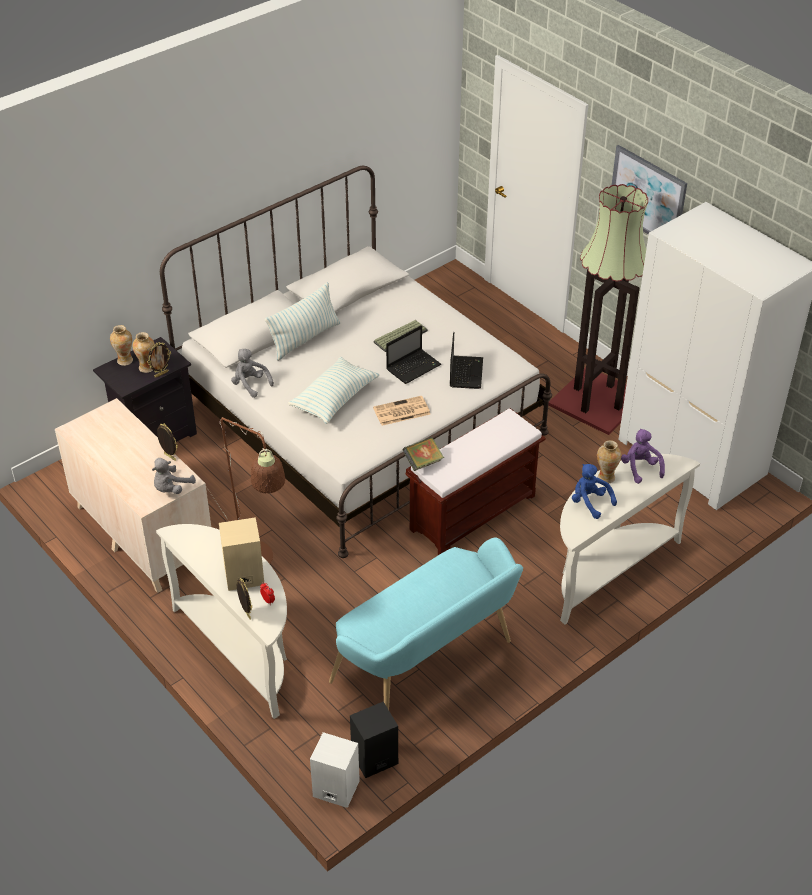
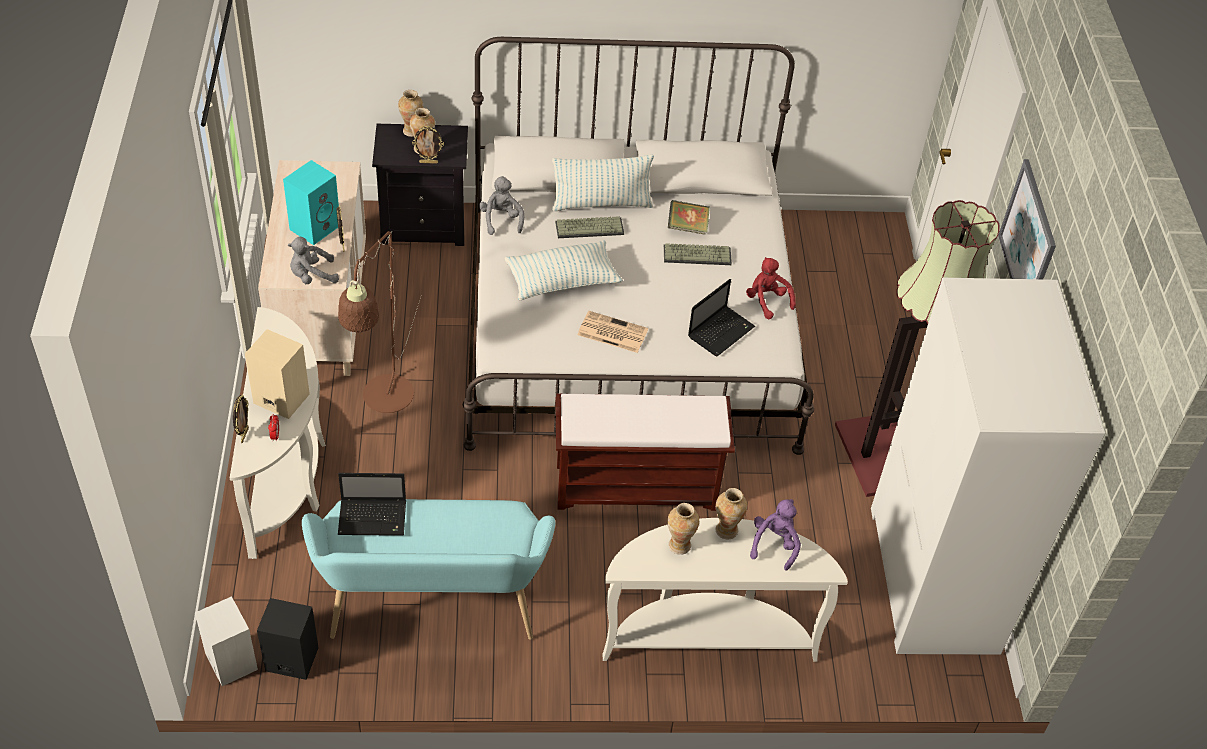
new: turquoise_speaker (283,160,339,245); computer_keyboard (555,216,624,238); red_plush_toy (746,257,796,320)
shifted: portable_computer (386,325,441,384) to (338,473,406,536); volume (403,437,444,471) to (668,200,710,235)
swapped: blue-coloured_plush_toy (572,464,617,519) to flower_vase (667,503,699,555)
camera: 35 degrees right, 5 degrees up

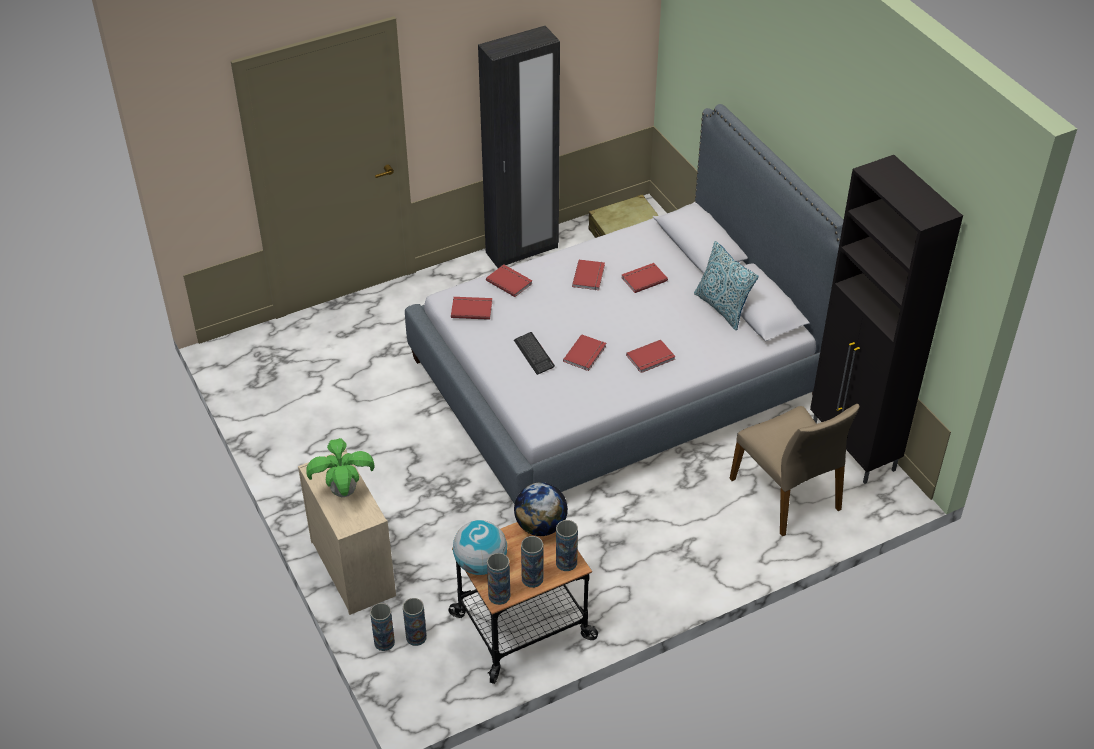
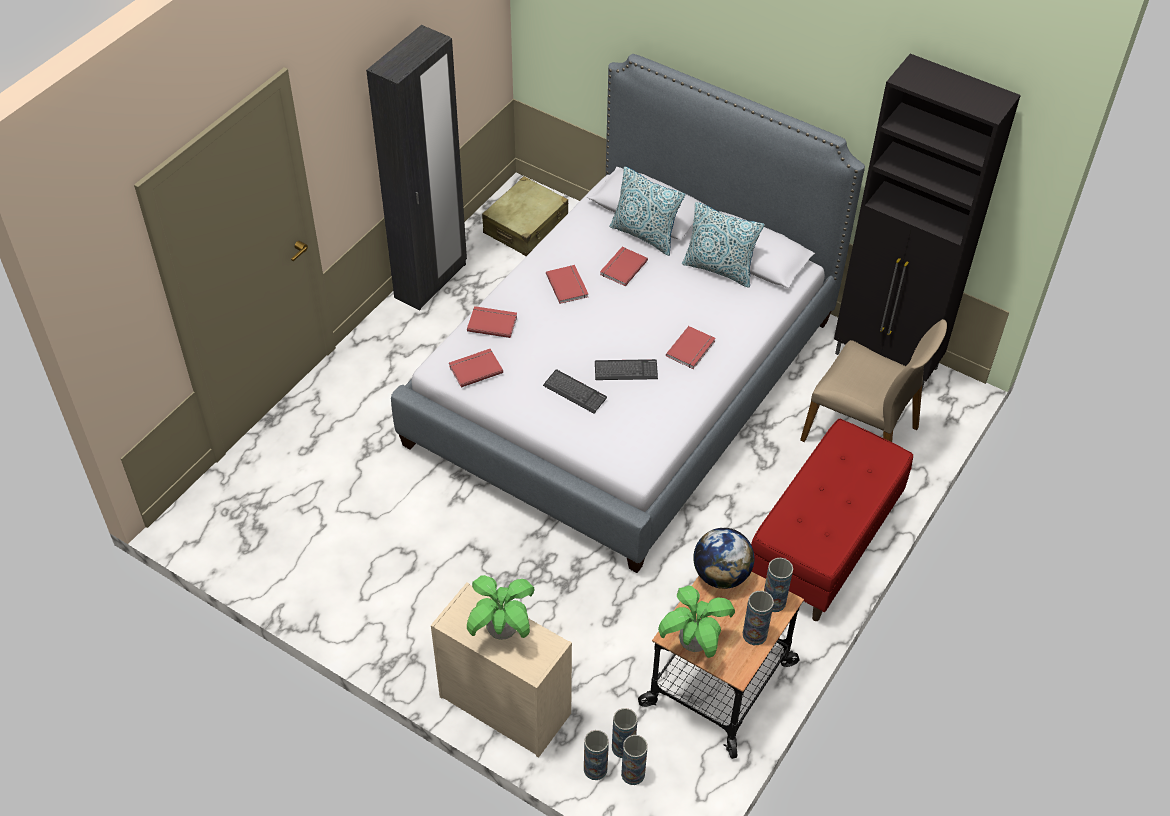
new: cushion (609,166,685,256); red_indoor_bench (751,419,913,621)
shifted: flower_vase (487,553,510,605) to (621,735,648,785)
swapped: red_volume (563,334,606,371) to computer_keyboard (595,359,658,380); world_globe (453,520,507,575) to plant_in_a_pot (658,585,735,658)
camera: 30 degrees left, 5 degrees up

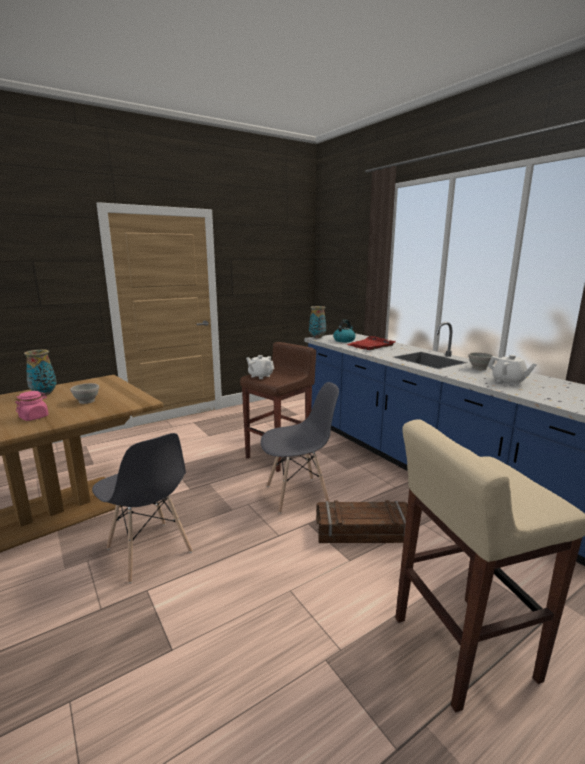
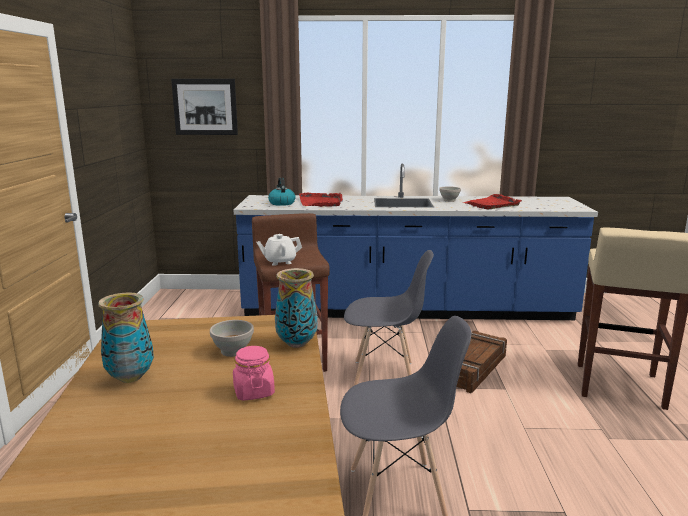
new: wall_art (171,79,238,135)
shifted: flower_vase (309,306,326,338) to (275,268,318,348)
swapped: white-coloured_pot_for_tea (488,355,537,386) to red_tray (463,194,522,209)
rotated: gray_plain_chair (261,382,339,514) = (344,250,434,385) 75 degrees clockwise
camera: 55 degrees left, 0 degrees up

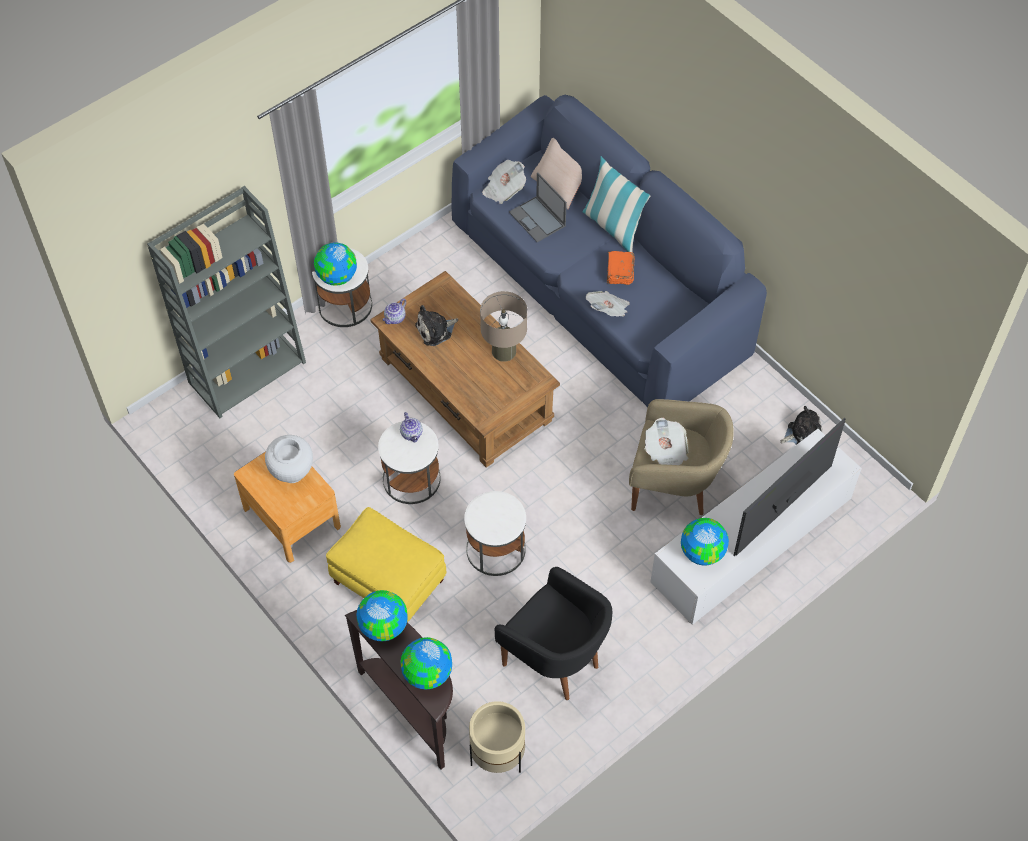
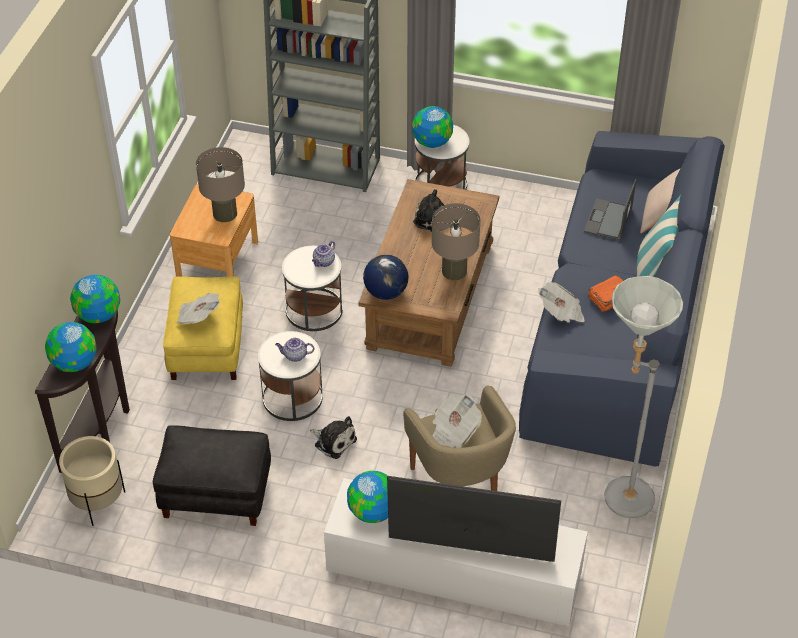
new: world_globe (363,254,409,300); gray_standard_lamp (604,276,683,518)
shifted: newspaper (482,160,526,204) to (176,293,220,324); pot_for_tea (382,298,406,324) to (275,338,314,362); plush_toy (780,406,823,445) to (310,416,357,459)
swapped: white-coloured_flower_vase (265,435,313,483) to beige-coloured_tabletop_lamp (196,147,245,222); black_easy_chair (494,567,612,700) to black_ottoman (153,425,271,526)
camera: 55 degrees right, 10 degrees down

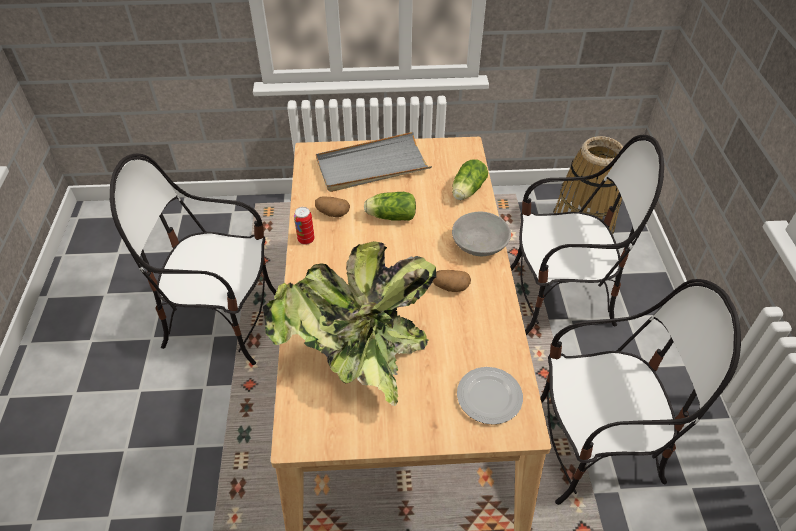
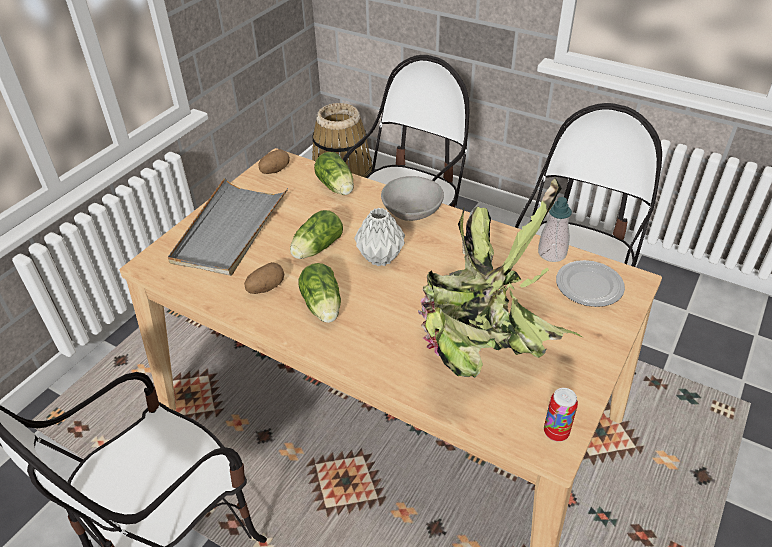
new: liquid_soap_bottle (538,197,572,262); gray_flower_vase (354,207,405,266); head_of_lettuce (298,263,341,323)
shifted: metal_can (294,207,315,245) to (544,388,578,442); spud (433,270,471,292) to (258,149,290,174)
camera: 55 degrees left, 5 degrees down

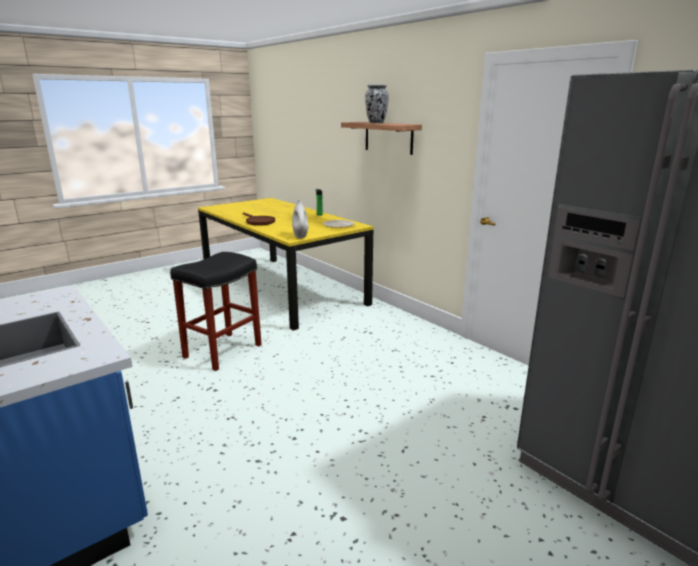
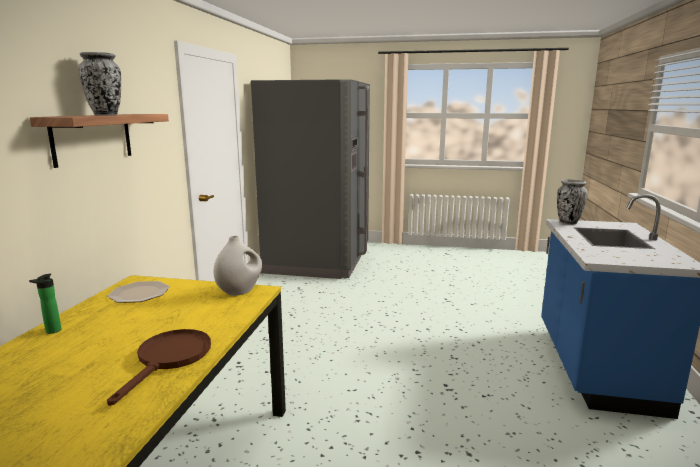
gone: black_stool_seat (170,252,262,371)
new: flower_vase (557,179,587,224)
camera: 130 degrees left, 5 degrees down

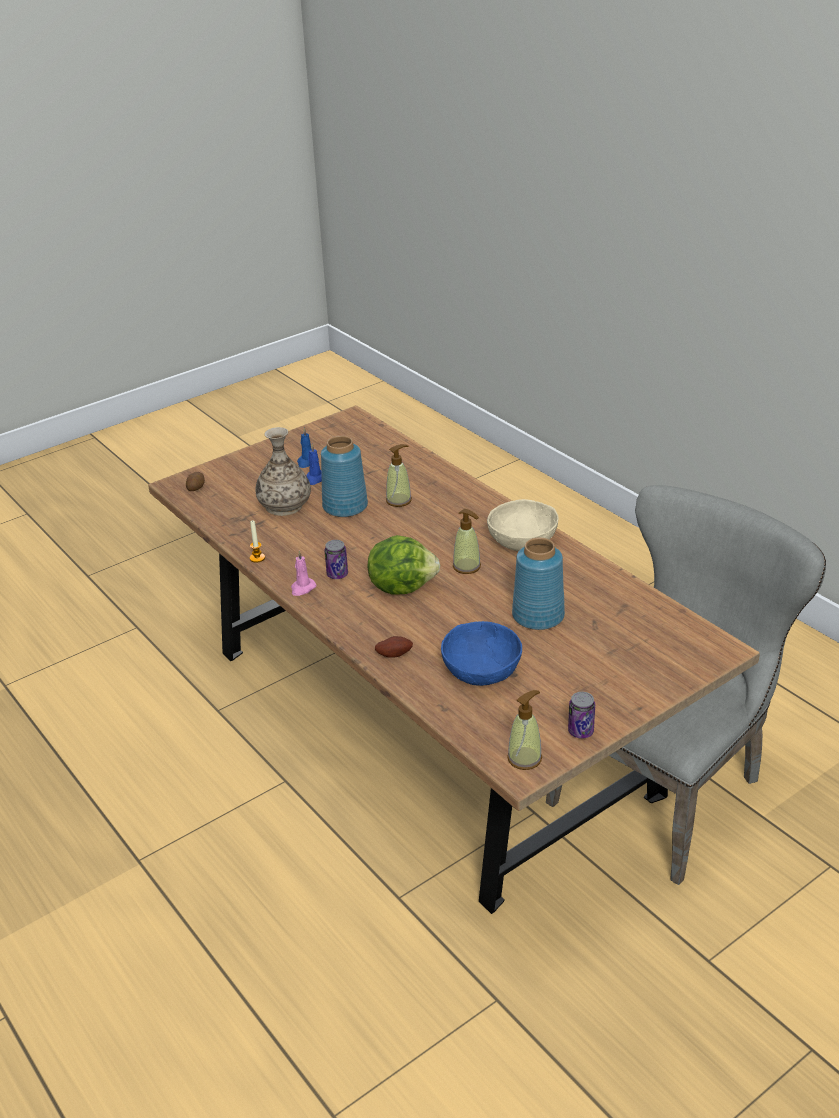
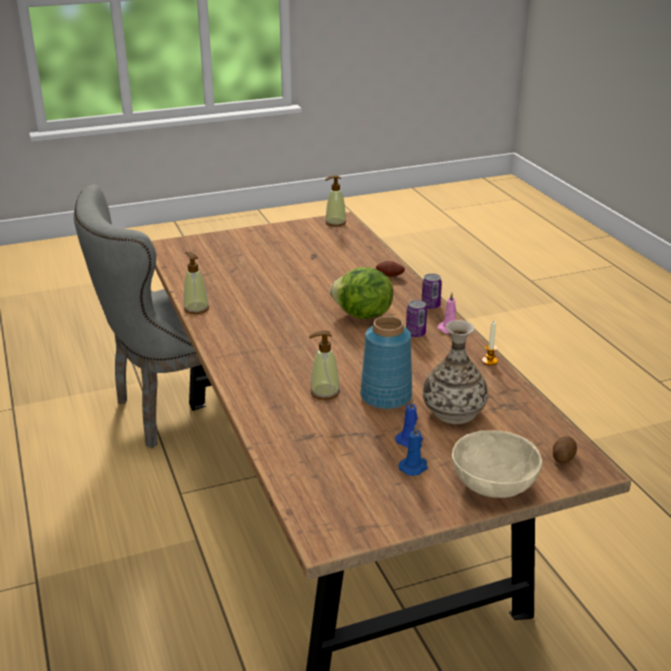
gone: blue-coloured_flower_vase (512,537,565,630); blue-coloured_deep_dish (441,621,522,686)
shifted: beige-coloured_deep_dish (487,499,559,551) to (452,430,542,498); liquid_soap_bottle (453,509,481,574) to (184,252,209,314); metal_can (568,692,595,738) to (422,273,442,309)
camera: 165 degrees left, 5 degrees down

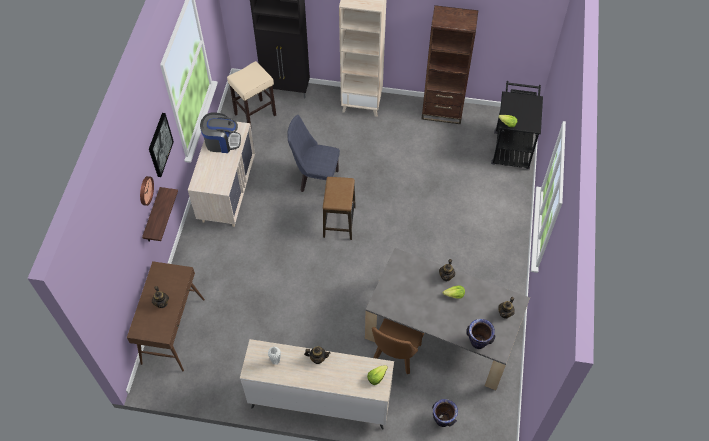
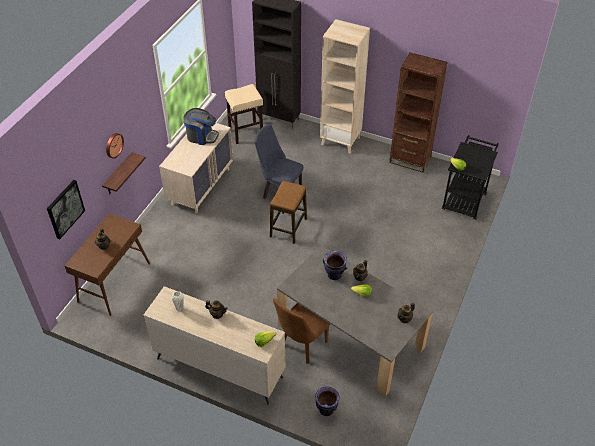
shifted: wall_art (149,113,174,177) to (47,180,85,239); flower_vase (466,319,496,349) to (323,251,347,280)
camera: 15 degrees right, 10 degrees down

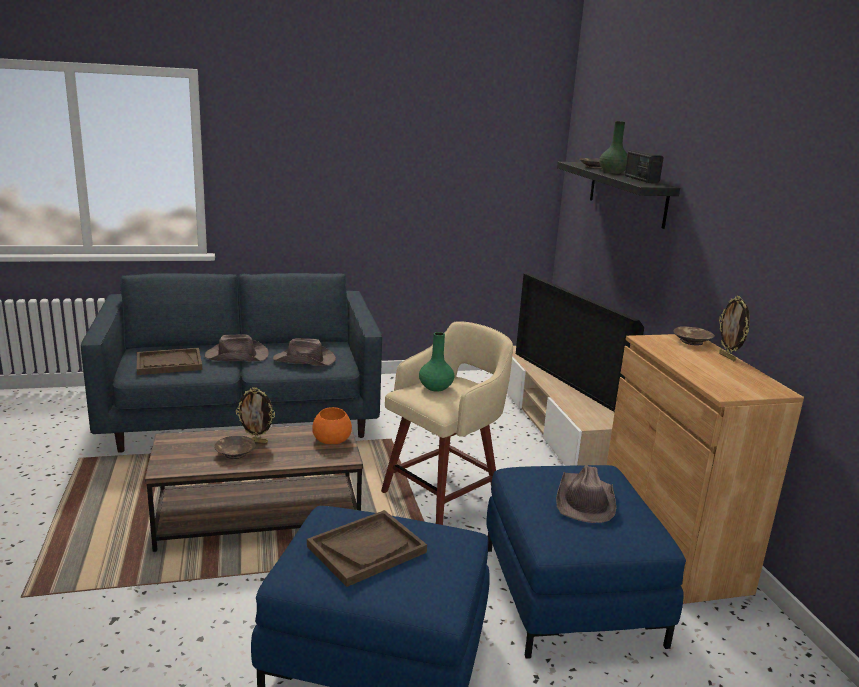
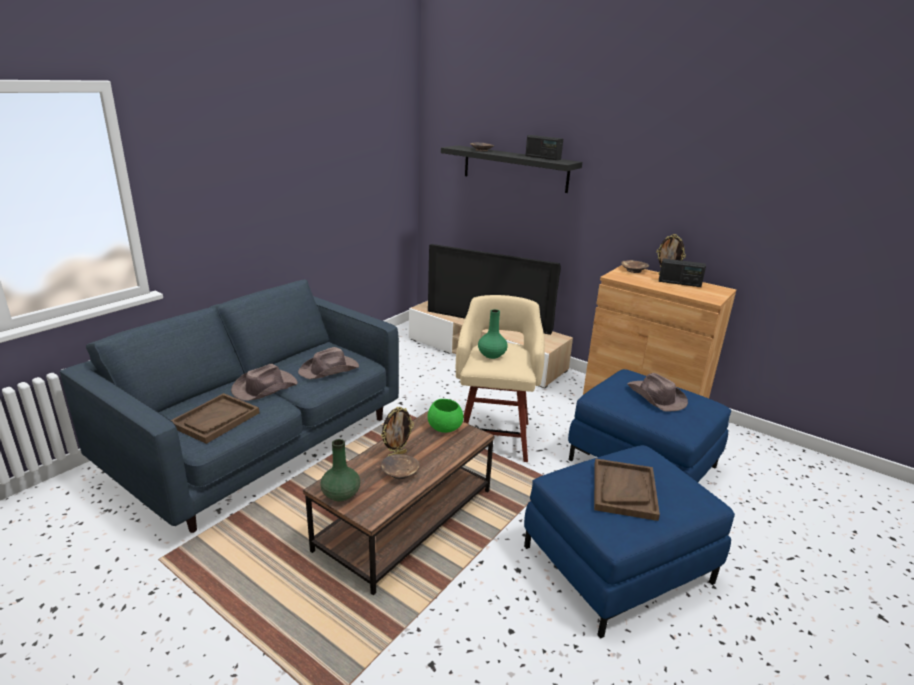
new: radio_set (659,258,706,287)
shifted: green_flower_vase (599,121,628,174) to (320,439,360,502)
repainted: orange_deep_dish (312,407,352,444) to green_deep_dish (428,399,463,433)
camera: 40 degrees left, 5 degrees up

